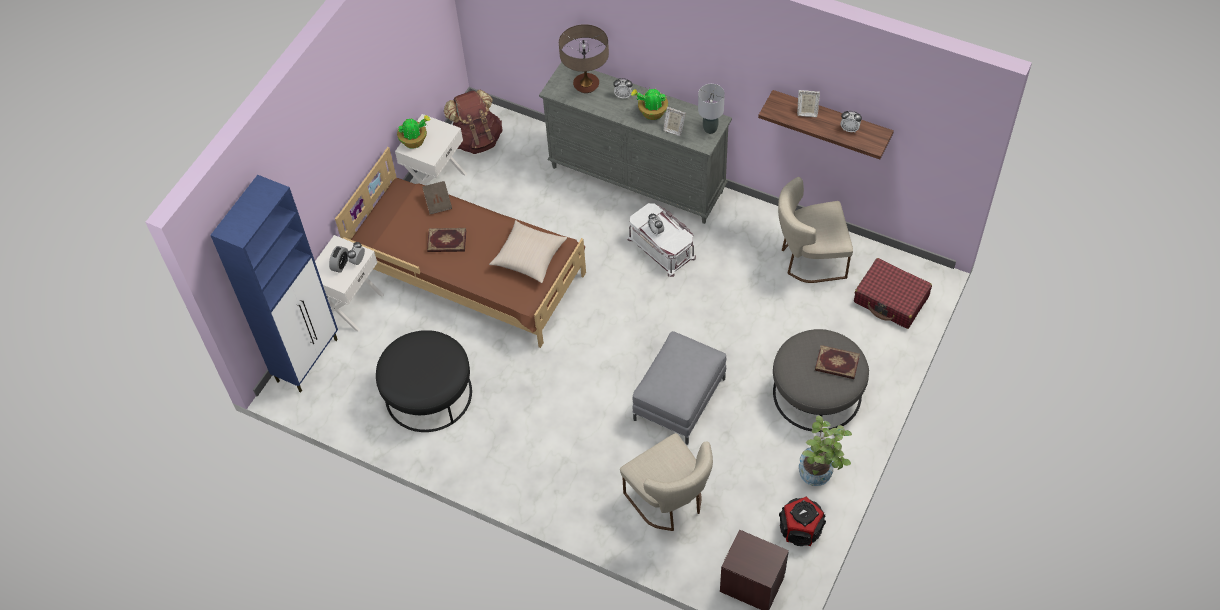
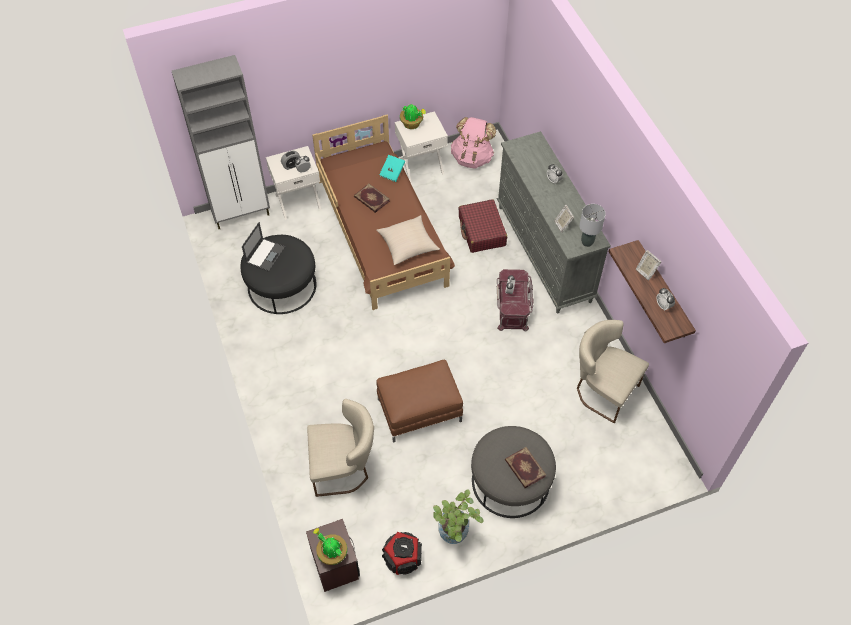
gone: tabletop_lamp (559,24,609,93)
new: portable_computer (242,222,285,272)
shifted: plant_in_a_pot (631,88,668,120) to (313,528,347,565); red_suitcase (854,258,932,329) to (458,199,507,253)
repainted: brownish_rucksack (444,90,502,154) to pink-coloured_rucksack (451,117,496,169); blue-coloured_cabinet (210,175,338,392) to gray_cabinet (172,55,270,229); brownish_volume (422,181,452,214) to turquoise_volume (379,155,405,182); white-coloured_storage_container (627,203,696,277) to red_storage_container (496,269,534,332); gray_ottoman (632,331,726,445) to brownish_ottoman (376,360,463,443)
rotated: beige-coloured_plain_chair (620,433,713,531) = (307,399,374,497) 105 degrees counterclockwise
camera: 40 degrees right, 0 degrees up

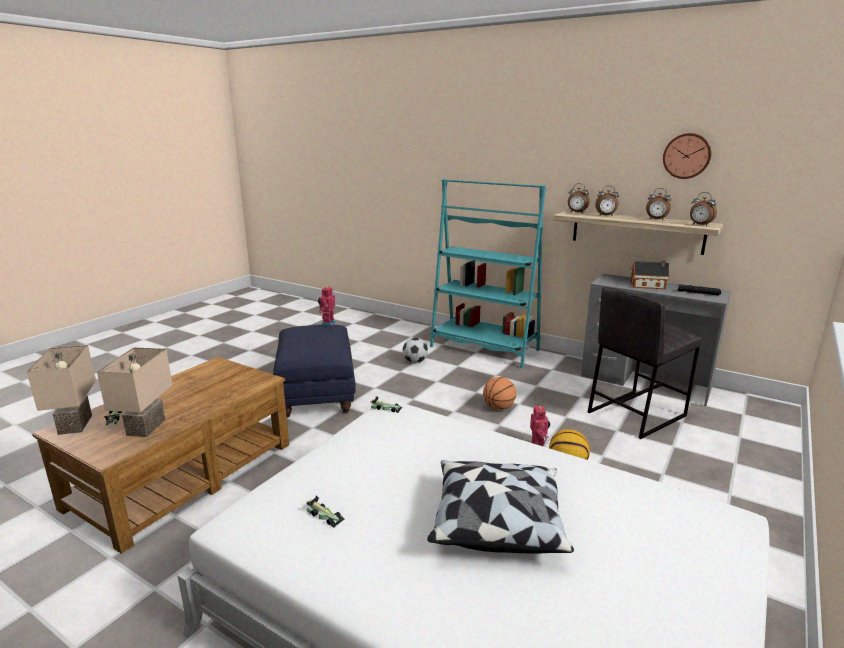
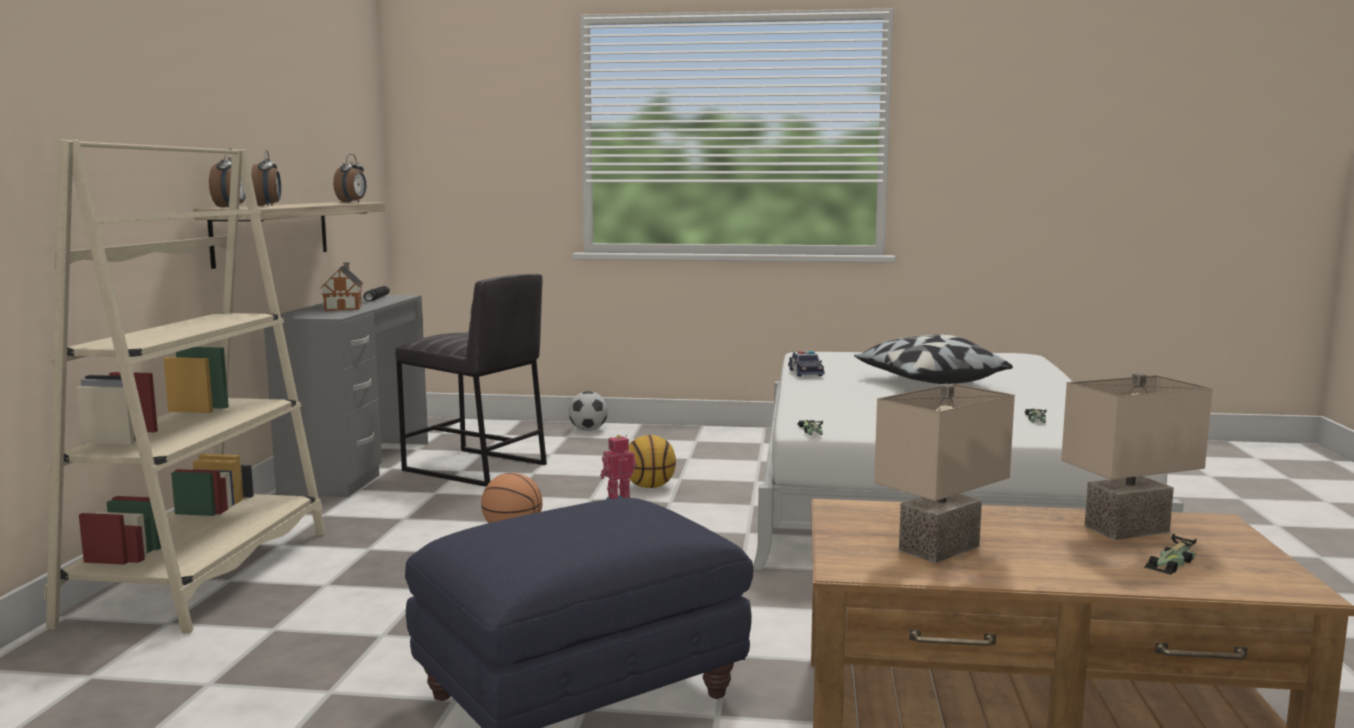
gone: wall_clock (663,133,711,179); table_clock (646,188,671,220); model_robot (318,286,336,326)
new: model_car (788,351,825,377)
shifted: football (403,338,428,363) to (568,391,608,431); beige-coloured_tabletop_lamp (27,345,96,435) to (874,383,1015,563)
repainted: turquoise_shelving_unit (430,179,546,368) to beige-coloured_shelving_unit (44,139,326,634)
camera: 115 degrees left, 10 degrees down

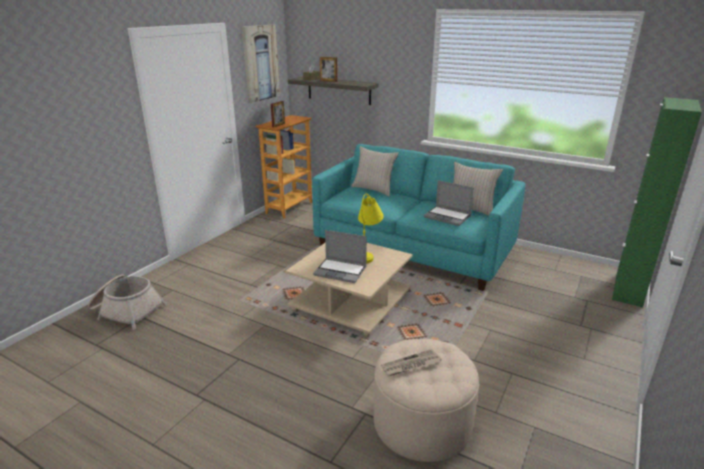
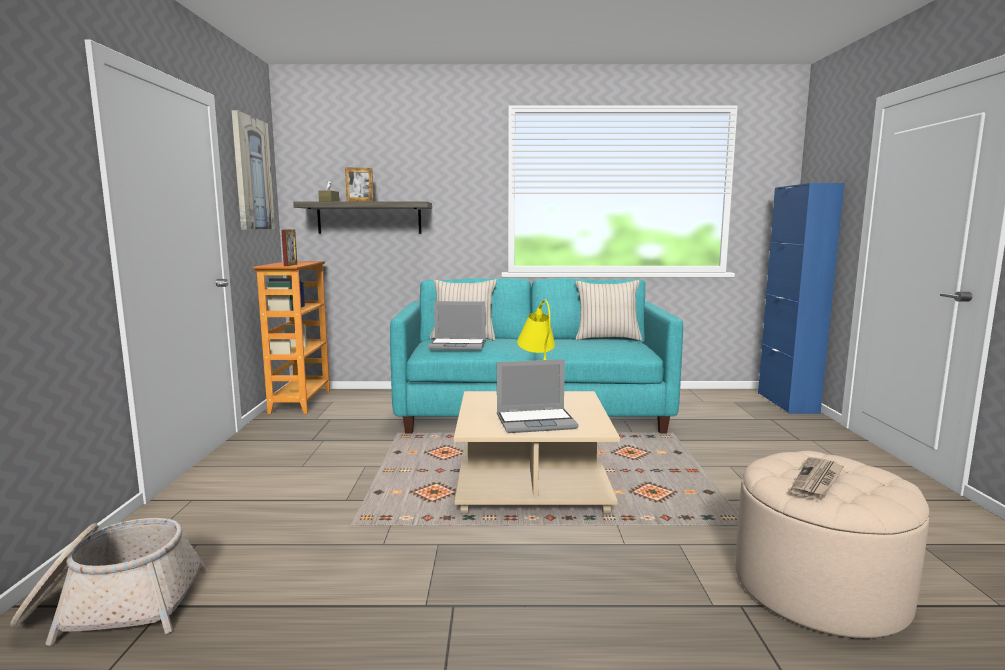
shifted: portable_computer (424,180,474,226) to (428,301,486,350)
repainted: green_cabinet (612,97,702,307) to blue-coloured_cabinet (758,183,844,414)
camera: 30 degrees left, 15 degrees down

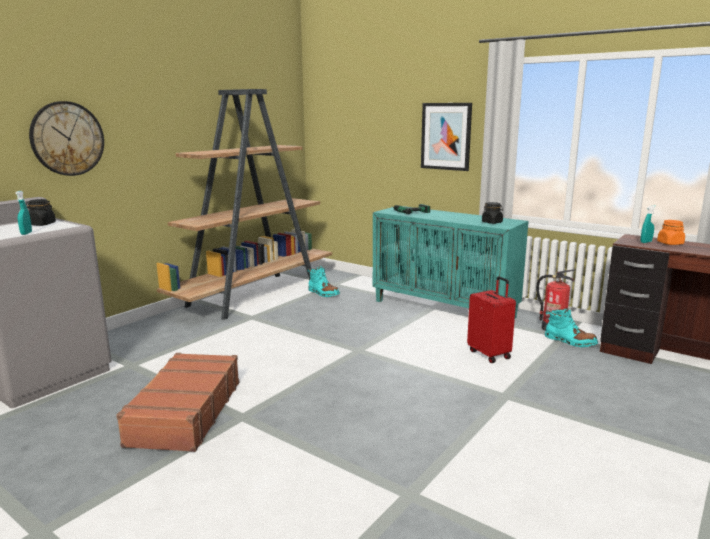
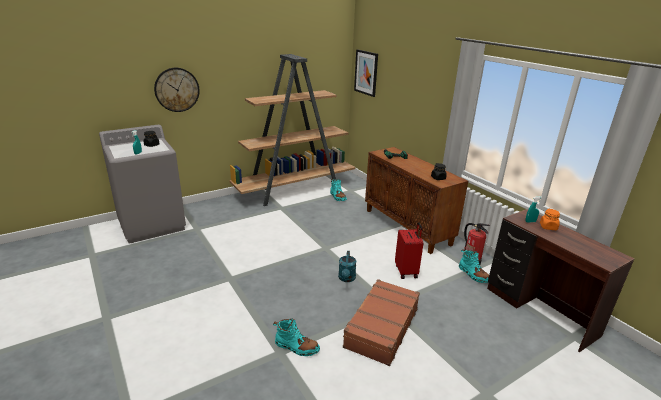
new: turquoise_watering_can (338,251,356,282); turquoise_boot (273,318,320,356)
shifted: wall_art (421,103,472,171) to (354,49,378,97); brownish_suitcase (116,353,240,452) to (343,279,420,366)
repainted: turquoise_cabinet (373,206,529,318) to brownish_cabinet (365,147,468,254)
camera: 20 degrees right, 10 degrees up

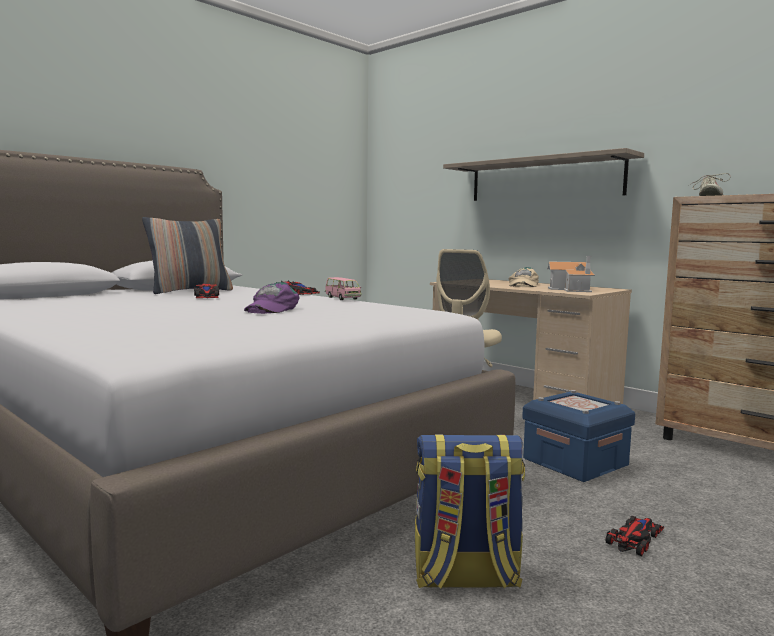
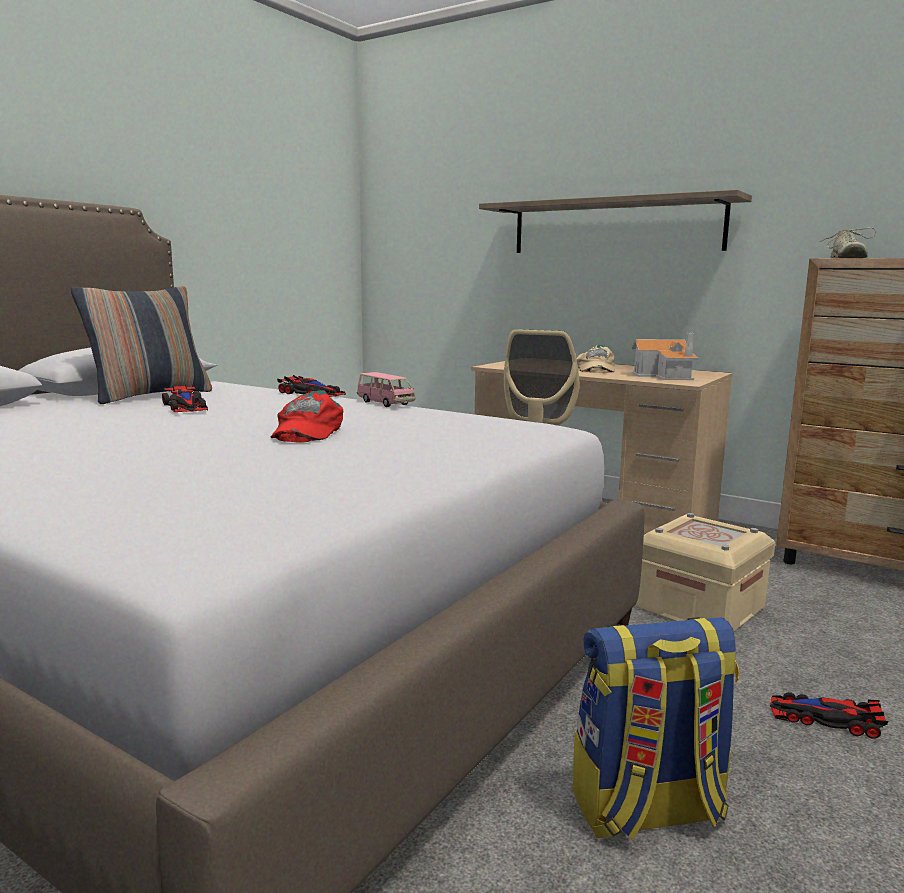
repainted: purplish_peaked_cap (244,282,300,314) to red_peaked_cap (270,390,343,442); blue-coloured_storage_container (522,390,635,482) to beige-coloured_storage_container (635,513,775,631)
rotated: model_car (606,516,664,556) = (770,692,888,739) 105 degrees counterclockwise
camera: 10 degrees left, 5 degrees up

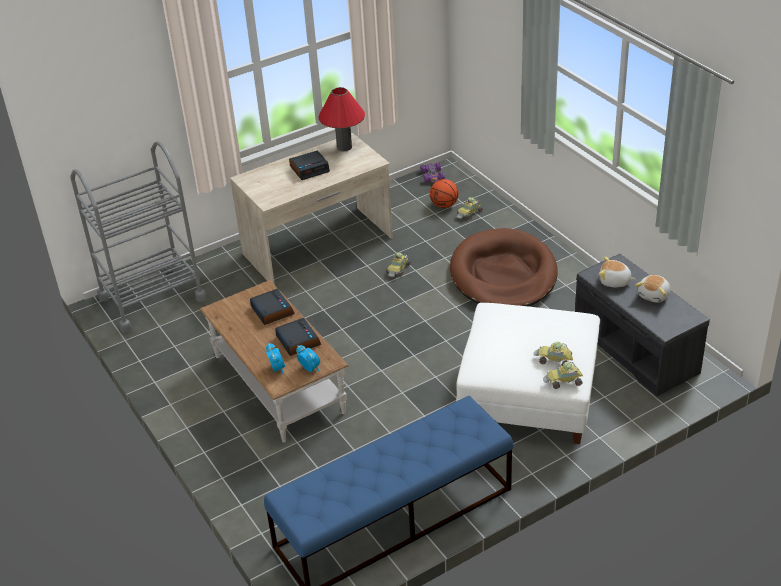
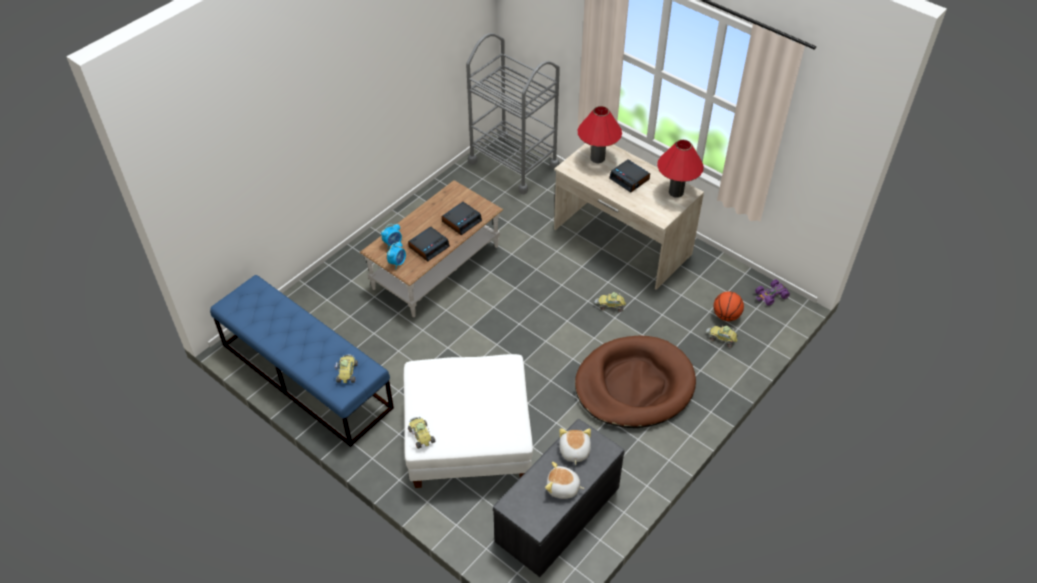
new: red_tabletop_lamp (578,106,622,163)
shifted: model_car (534,342,573,366) to (334,354,358,383)
camera: 70 degrees right, 10 degrees up

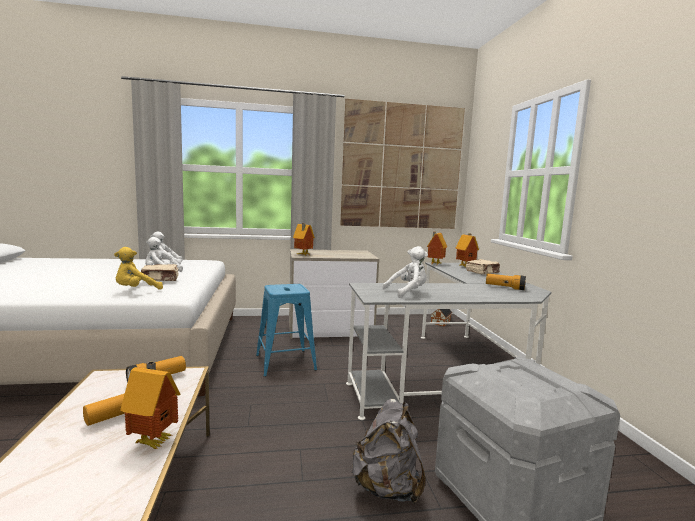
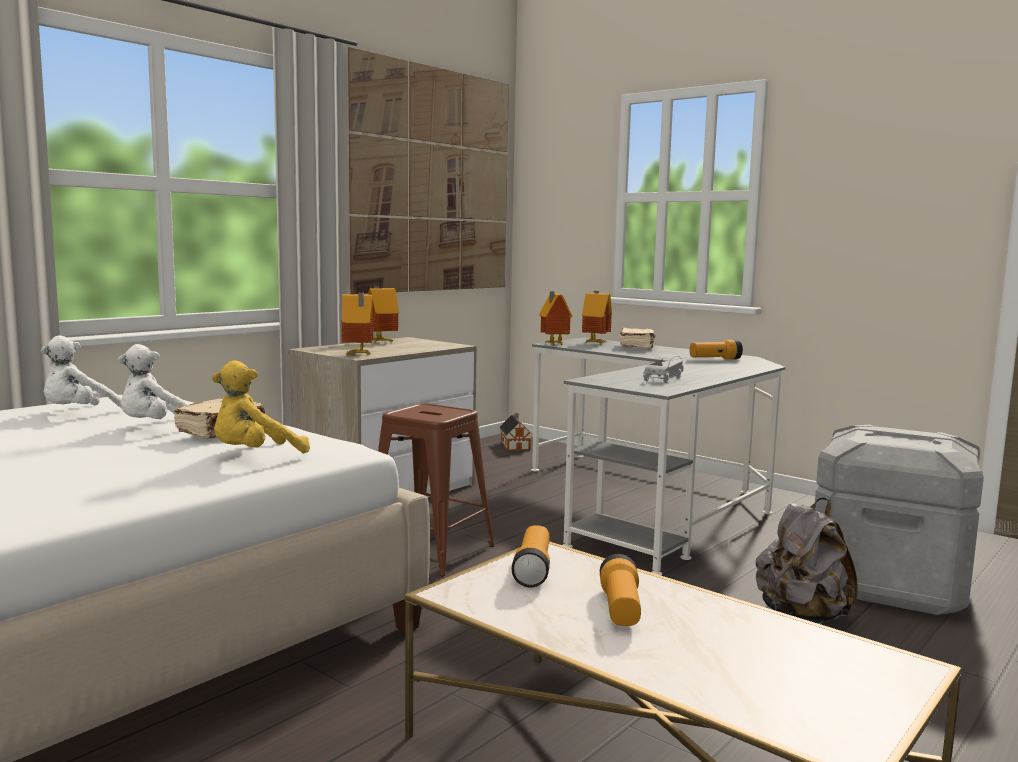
shifted: toy_house (120,361,180,449) to (368,286,399,342)
swapped: white-coloured_plush_toy (382,246,428,298) to gray_model_car (643,354,683,383)
repainted: blue-coloured_stool_seat (256,284,317,377) to brownish_stool_seat (378,403,494,576)
rotated: yellow_plush_toy (114,247,163,290) = (212,360,310,453) 45 degrees clockwise
camera: 40 degrees left, 0 degrees up

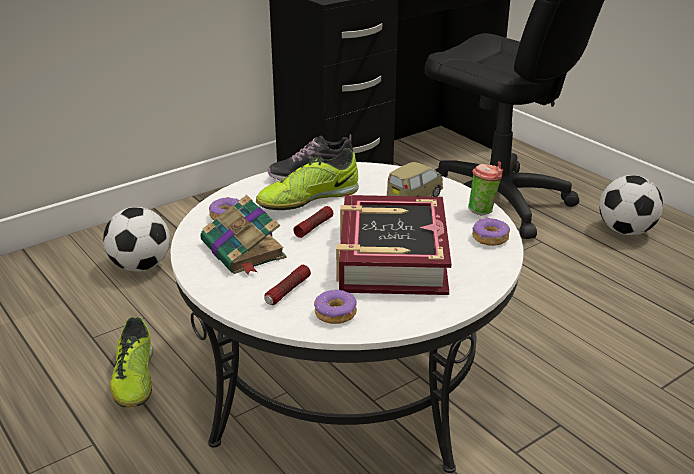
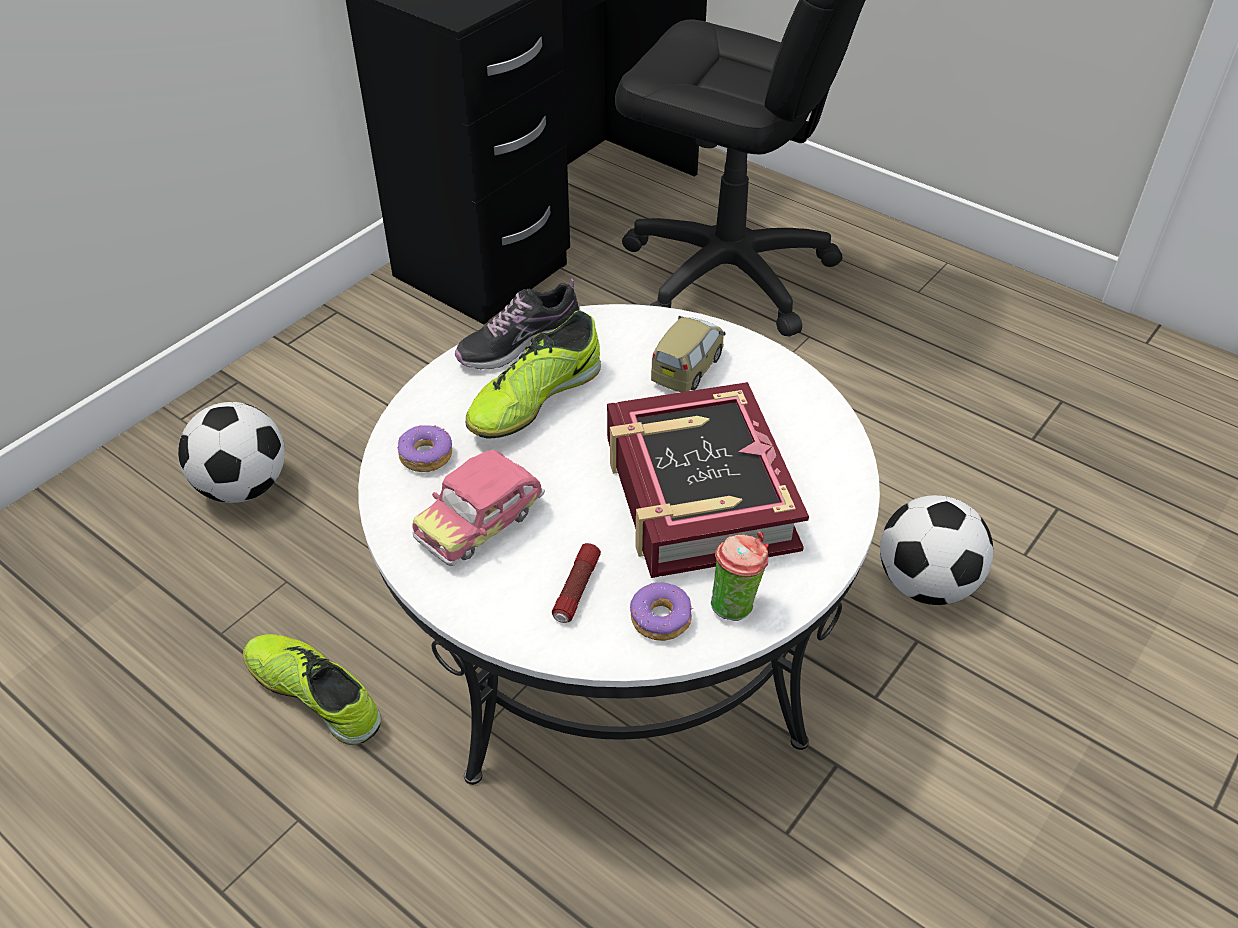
gone: torch (293,206,333,238); ring_doughnut (472,218,510,246)
shifted: small_cup (468,161,503,215) to (711,531,769,621); football (599,175,663,235) to (880,495,993,605)
swapped: volume (200,195,287,275) to model_car (412,450,545,566)
rotated: item_of_footwear (110,317,153,408) = (243,634,381,745) 150 degrees clockwise
camera: 15 degrees left, 15 degrees up

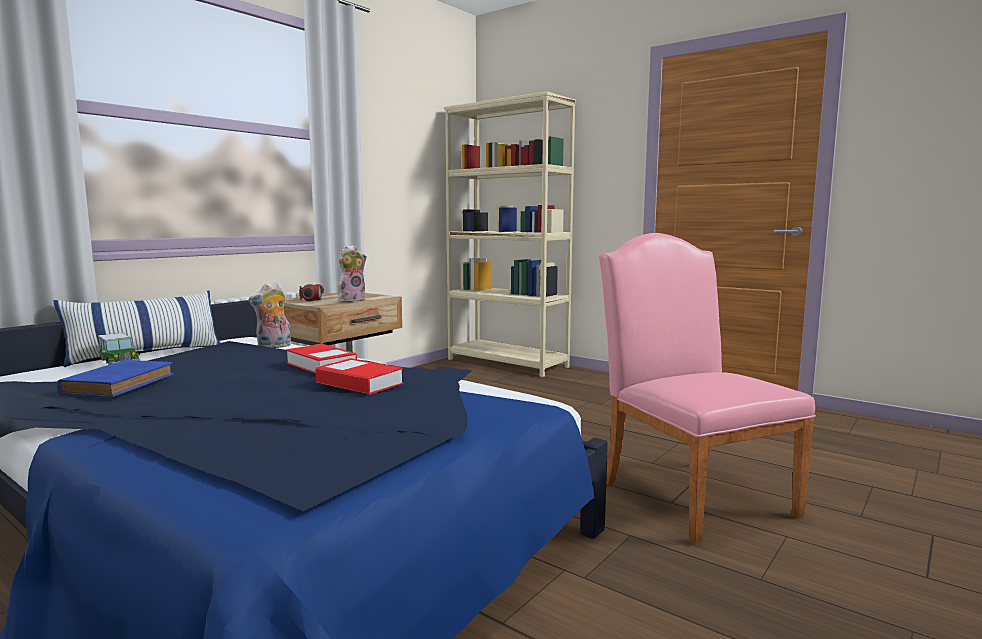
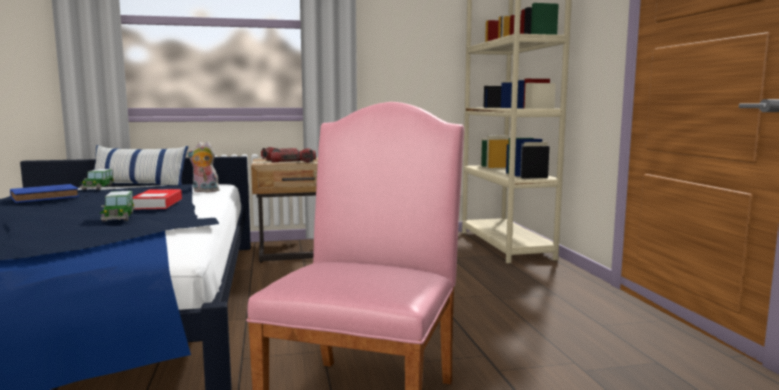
swapped: plush_toy (338,245,367,302) to torch (271,148,316,163); volume (315,358,403,395) to model_car (100,191,135,222)
camera: 40 degrees right, 0 degrees up

